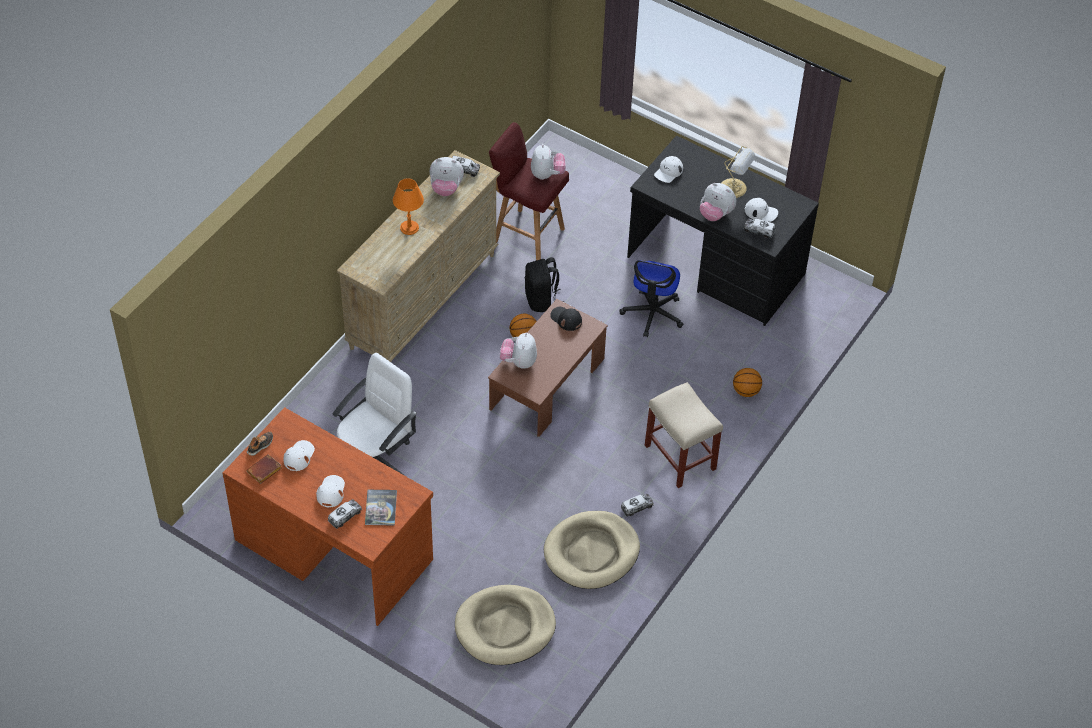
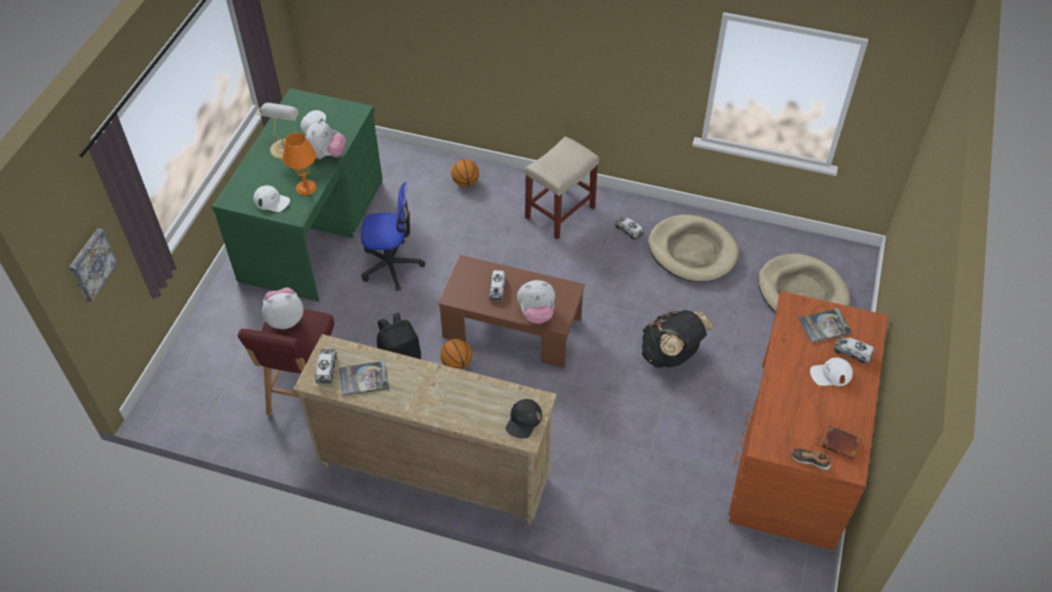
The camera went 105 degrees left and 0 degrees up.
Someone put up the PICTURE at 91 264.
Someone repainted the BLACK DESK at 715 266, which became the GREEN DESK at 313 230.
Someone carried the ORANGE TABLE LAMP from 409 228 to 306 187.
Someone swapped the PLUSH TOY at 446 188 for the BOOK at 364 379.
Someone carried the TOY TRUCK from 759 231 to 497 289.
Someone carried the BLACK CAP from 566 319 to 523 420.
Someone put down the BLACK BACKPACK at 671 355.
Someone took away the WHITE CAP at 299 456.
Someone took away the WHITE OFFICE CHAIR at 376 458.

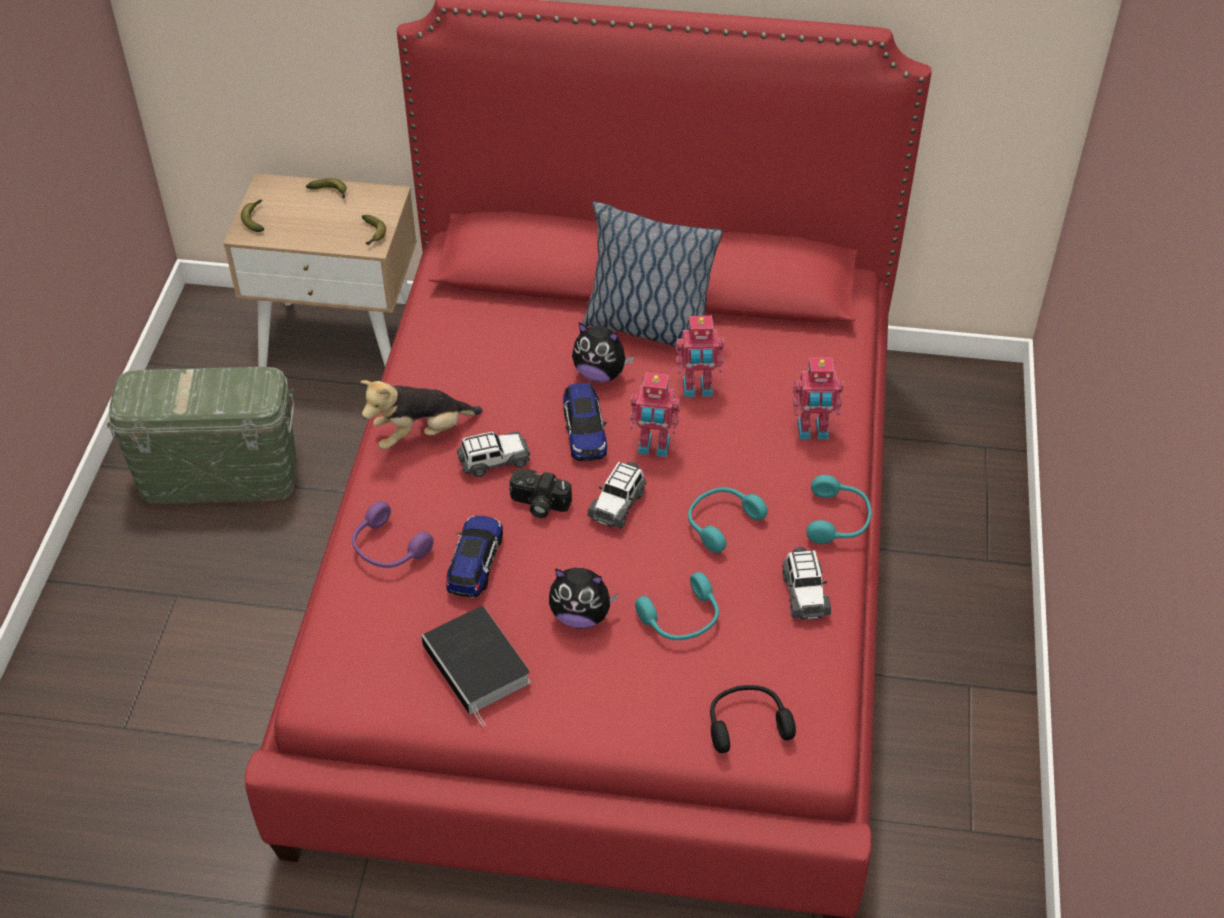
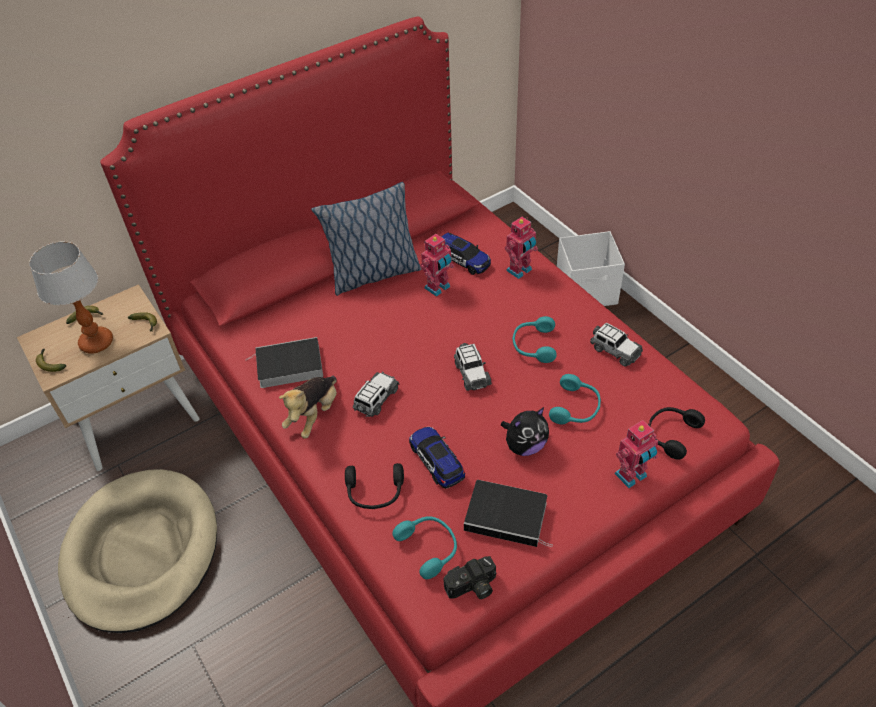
The camera went 40 degrees left and 0 degrees up.
Someone put down the TABLE LAMP at 96 342.
Someone swapped the GREEN STORAGE BOX at 219 477 for the BEIGE DOG BED at 142 552.
Someone put down the BOOK at 287 366.
Someone repainted the PURPLE HEADPHONES at 388 548, which became the BLACK HEADPHONES at 375 493.
Someone carried the TURQUOISE HEADPHONES from 838 519 to 429 548.
Someone carried the TOY CAR from 584 431 to 463 260.
Someone carried the PHOTO CAMERA from 538 504 to 472 588.
Someone put down the WHITE STORAGE BOX at 587 291.
Someone carried the TOY ROBOT from 653 447 to 632 476.
Someone took away the PLUSH TOY at 600 373.

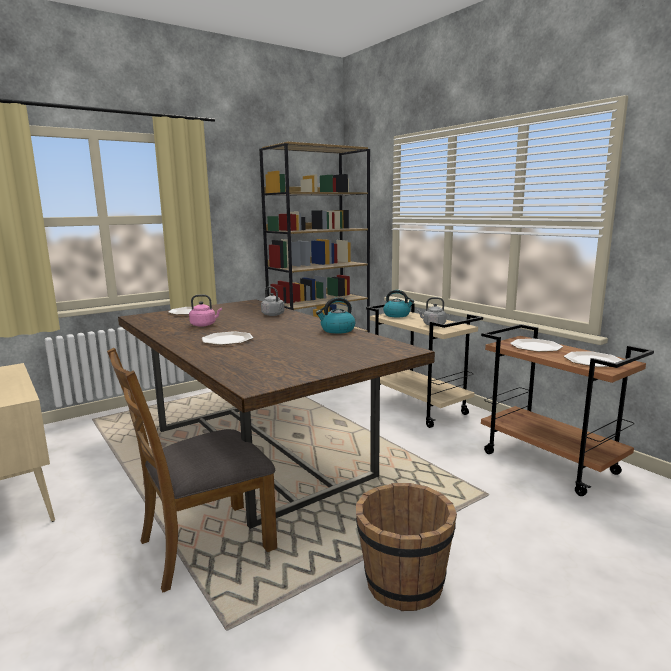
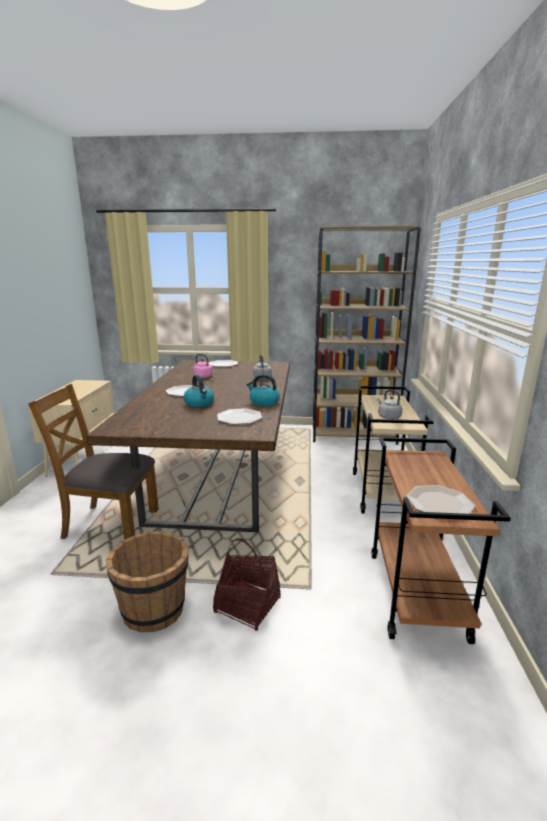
The camera went 40 degrees right and 5 degrees up.
Someone carried the KETTLE from 397 315 to 199 403.
Someone put down the BASKET at 247 606.
Someone carried the PLATE from 536 346 to 239 417.

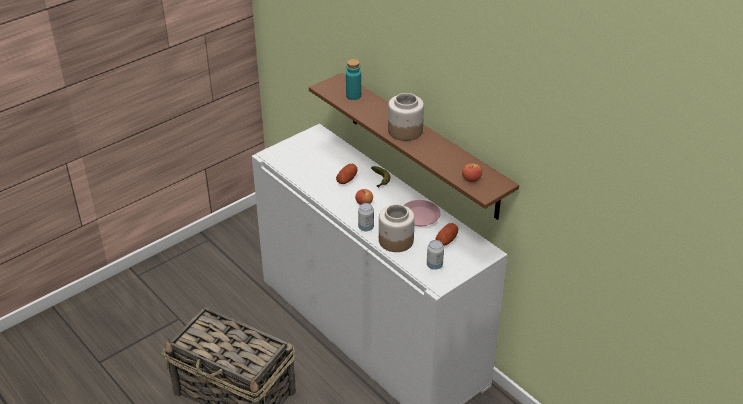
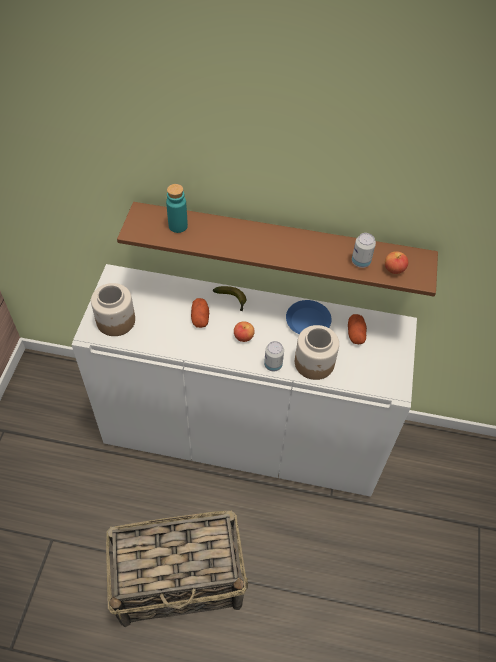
The camera went 40 degrees left and 15 degrees up.
Someone carried the JAR from 404 131 to 115 321.
Someone repainted the PINK PLATE at 420 216, which became the BLUE PLATE at 308 321.
Someone carried the CAN from 434 265 to 360 262.

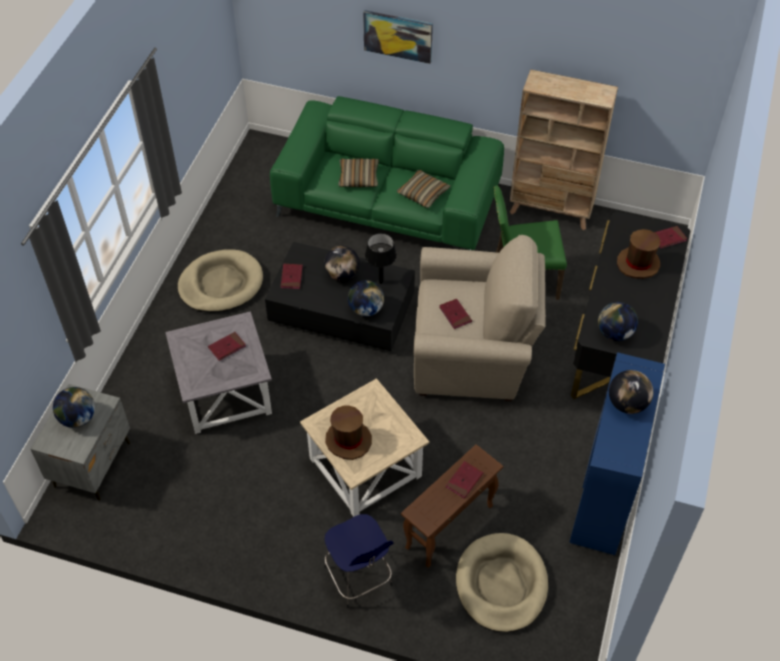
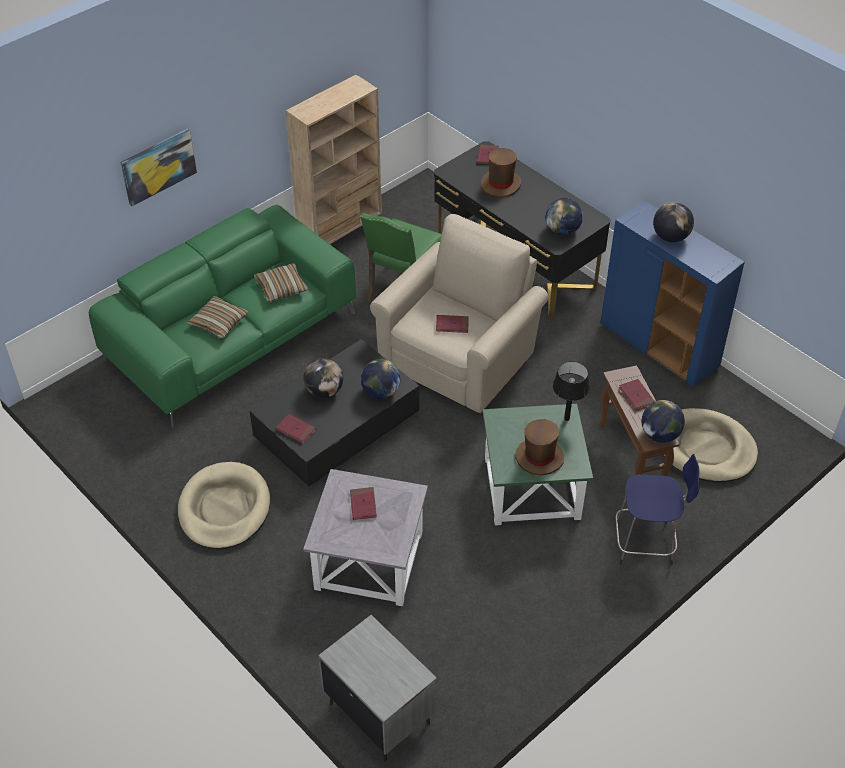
The camera went 60 degrees left and 5 degrees down.
Someone repainted the BEIGE SIDE TABLE at 365 466, which became the GREEN SIDE TABLE at 530 487.
Someone carried the BLACK TABLE LAMP from 381 282 to 566 418.
Someone carried the GLOBE from 78 418 to 660 435.

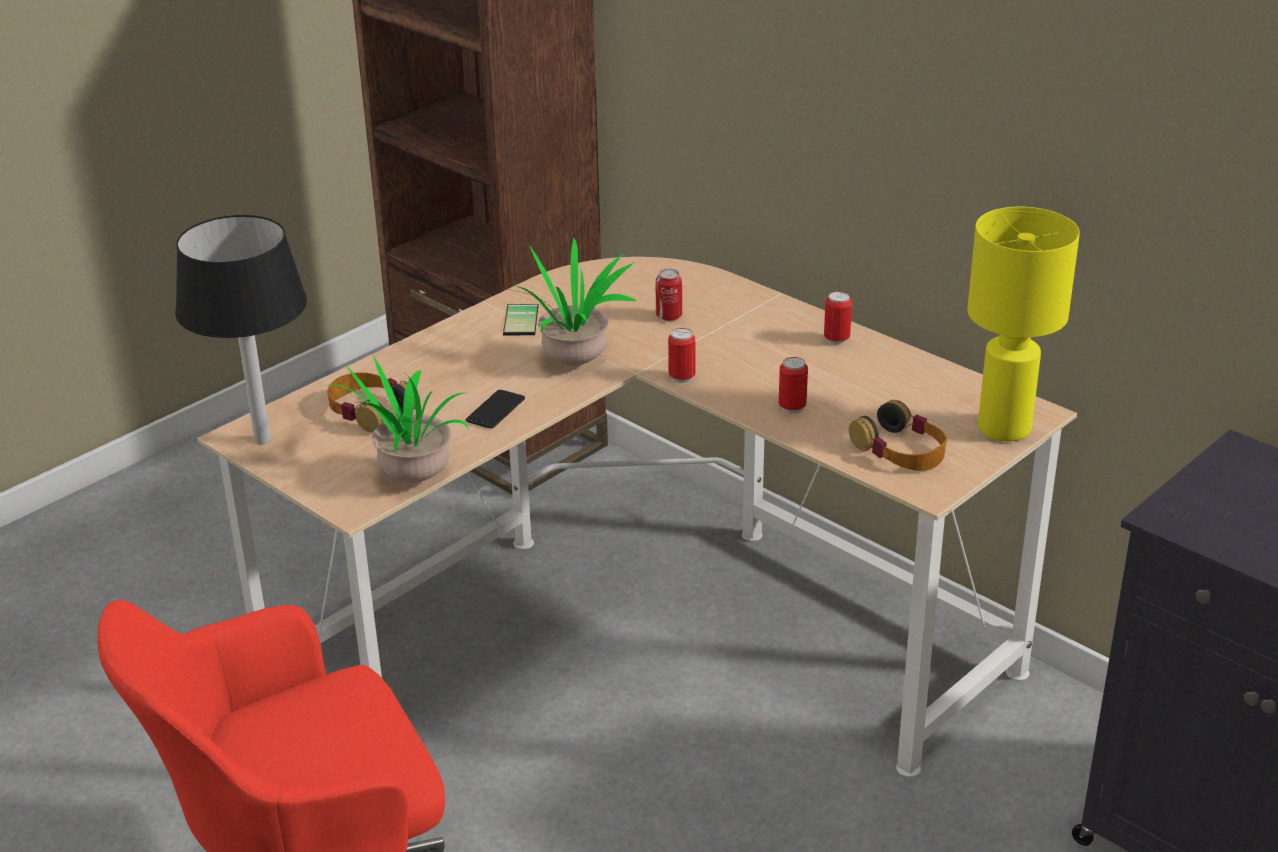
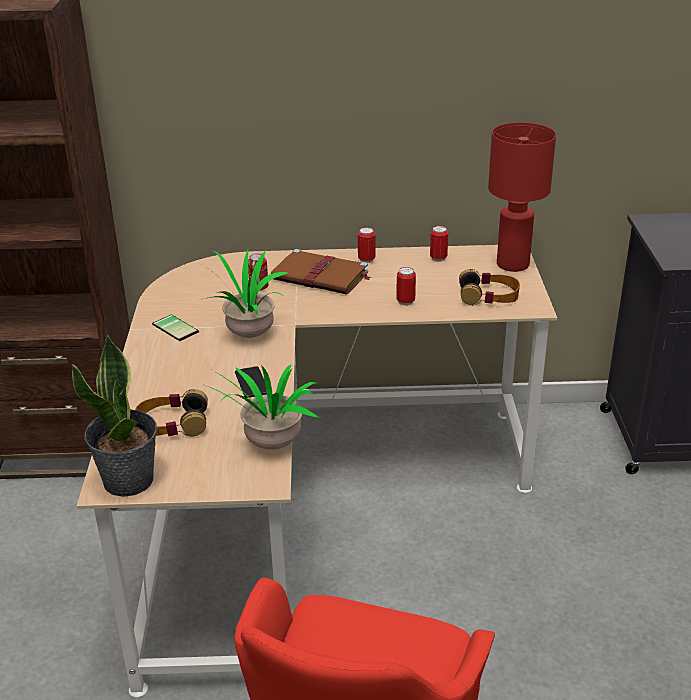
The camera went 45 degrees left and 0 degrees up.
Someone swapped the BLACK TABLE LAMP at 262 440 for the POTTED PLANT at 129 480.
Someone put down the BROWN BOOK at 321 276.
Someone carried the CAN from 681 377 to 438 258.
Someone repainted the YELLOW TABLE LAMP at 1004 428, which became the RED TABLE LAMP at 512 264.

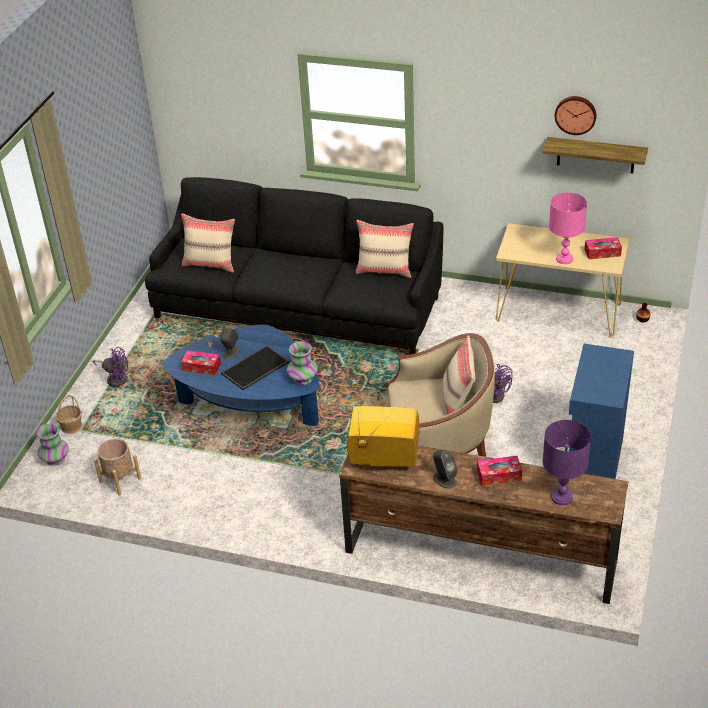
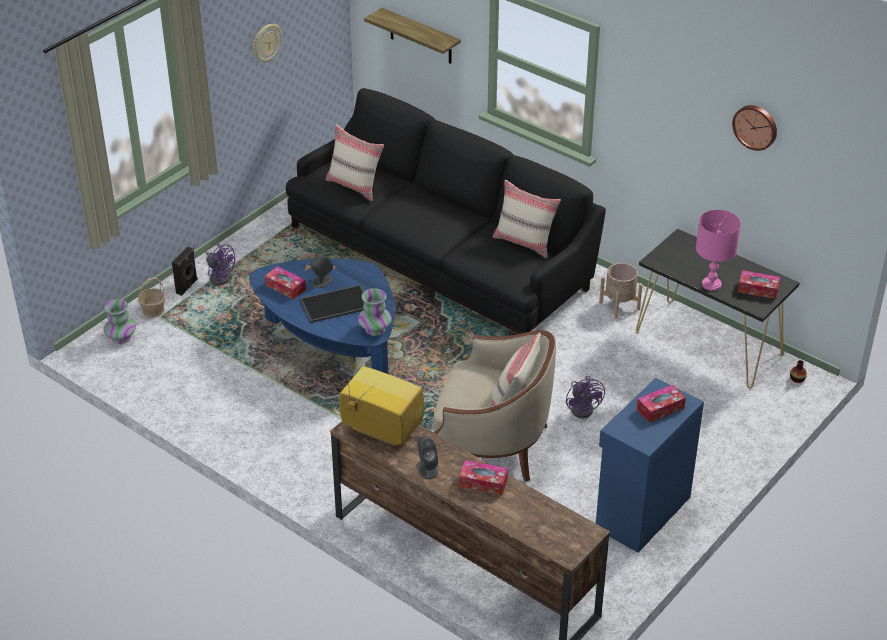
The camera went 20 degrees right and 0 degrees up.
Someone put down the BLACK SPEAKER at 187 287.
Someone put up the WALL CLOCK at 266 43.
Someone carried the SHELF from 596 155 to 420 37.
Someone carried the BEIGE PLANTER from 120 480 to 619 305.
Someone repainted the BEIGE CONSOLE TABLE at 559 312, which became the BLACK CONSOLE TABLE at 709 344.
Someone put down the TISSUE BOX at 660 408.
Someone took away the PURPLE TABLE LAMP at 562 497.

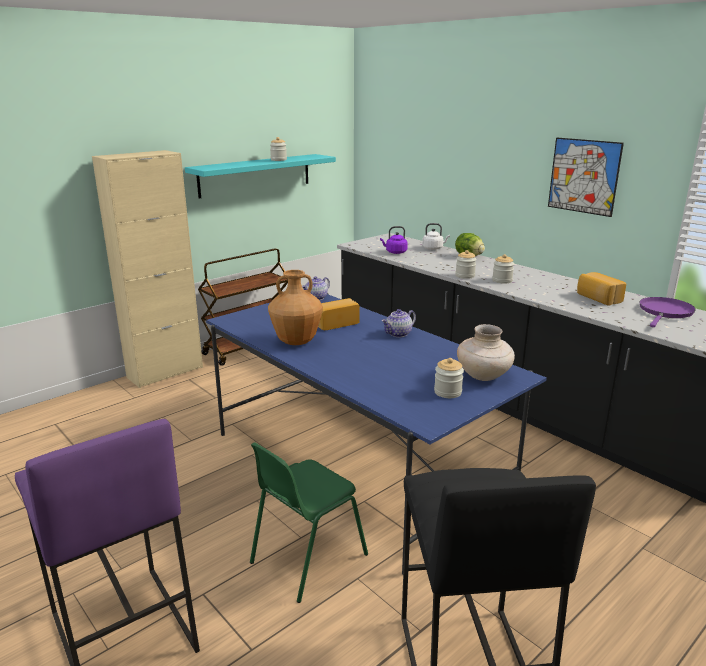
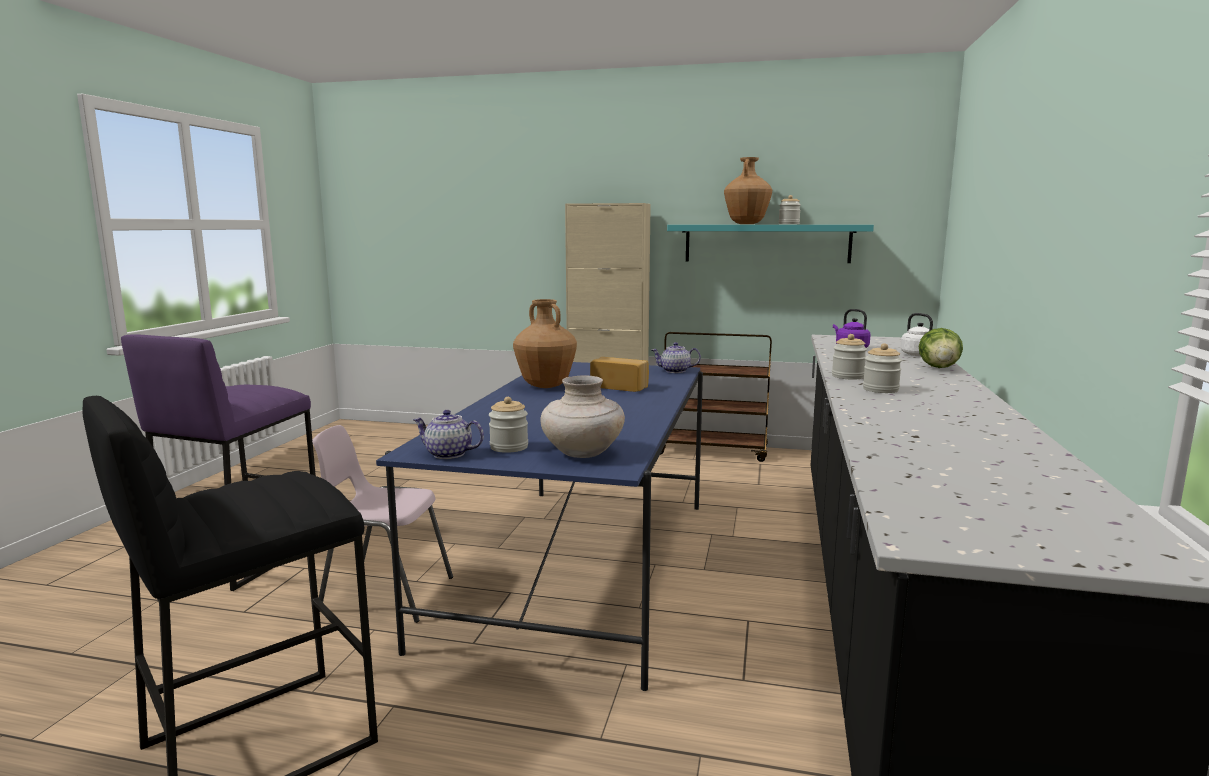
The camera went 55 degrees right and 10 degrees down.
Someone repainted the GREEN CHAIR at 306 558, which became the PINK CHAIR at 386 594.
Someone carried the TEAPOT from 398 334 to 448 454.
Someone put down the BROWN VASE at 746 224.
Someone took away the PICTURE at 584 176.
Someone took away the BREAD at 598 298.
Someone took away the PURPLE FRYING PAN at 665 312.

